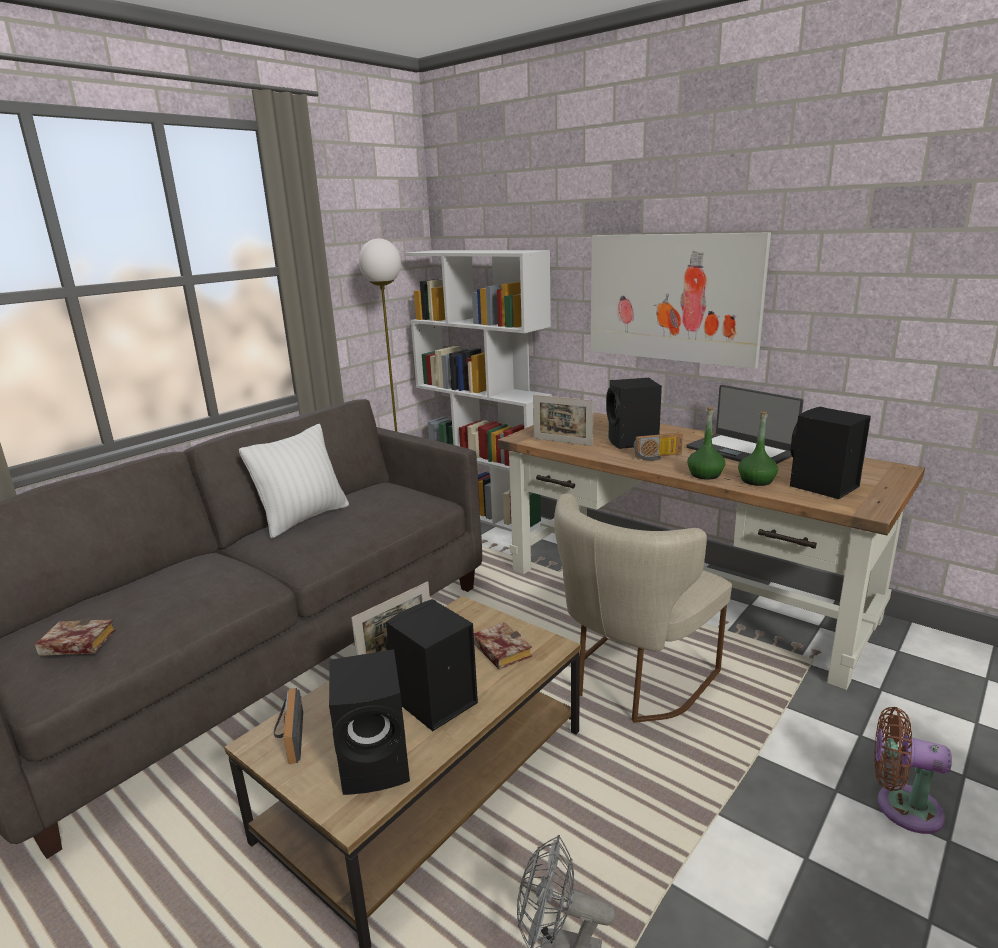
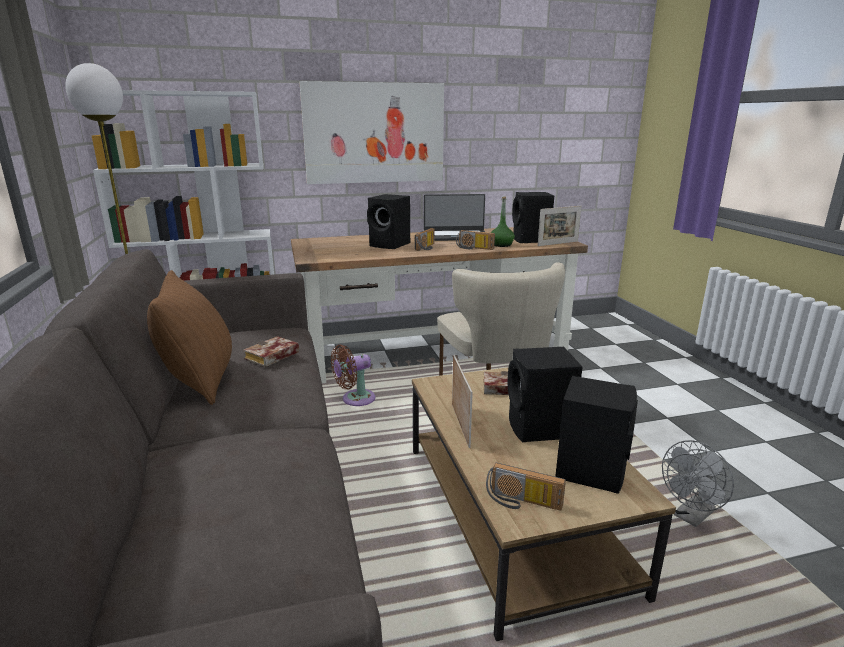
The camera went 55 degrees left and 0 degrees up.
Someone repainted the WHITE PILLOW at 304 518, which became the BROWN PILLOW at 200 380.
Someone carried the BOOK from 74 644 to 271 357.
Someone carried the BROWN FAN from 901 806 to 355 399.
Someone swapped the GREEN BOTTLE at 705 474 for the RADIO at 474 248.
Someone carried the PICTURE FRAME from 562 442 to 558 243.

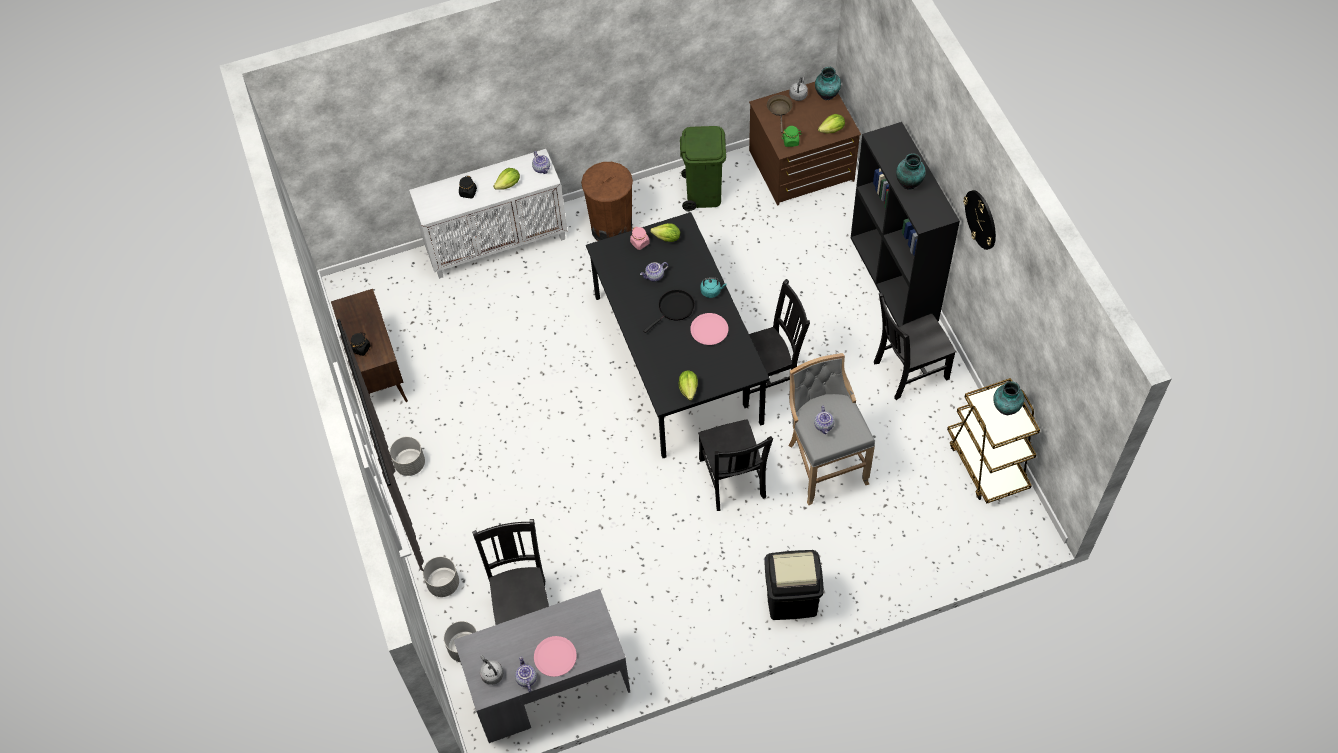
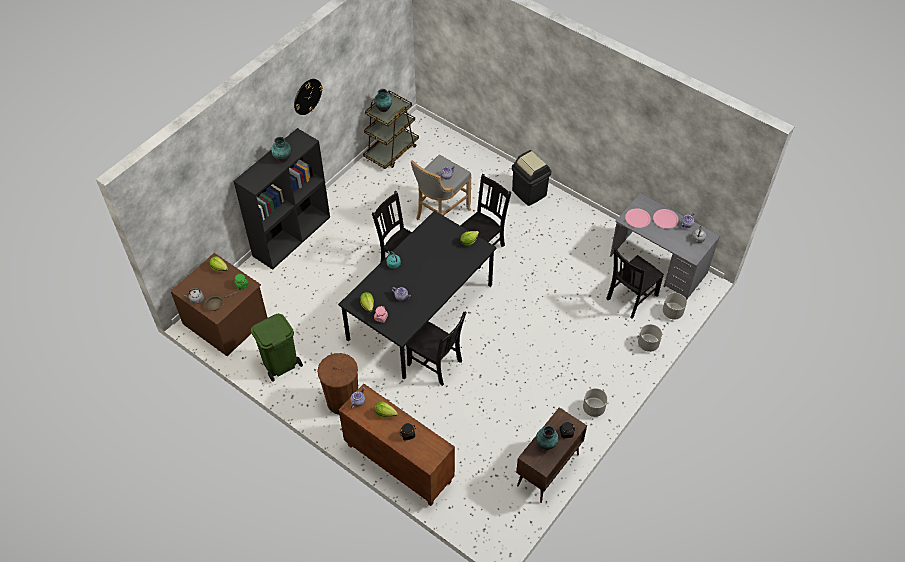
The camera went 125 degrees left and 5 degrees down.
Someone repainted the WHITE CABINET at 497 242, which became the BROWN CABINET at 398 463.
Someone carried the BLACK CHAIR from 908 371 to 436 364.
Someone carried the VASE from 826 95 to 546 444.
Someone carried the PINK PLATE from 709 329 to 637 218.
Someone took away the BLACK FRYING PAN at 674 309.

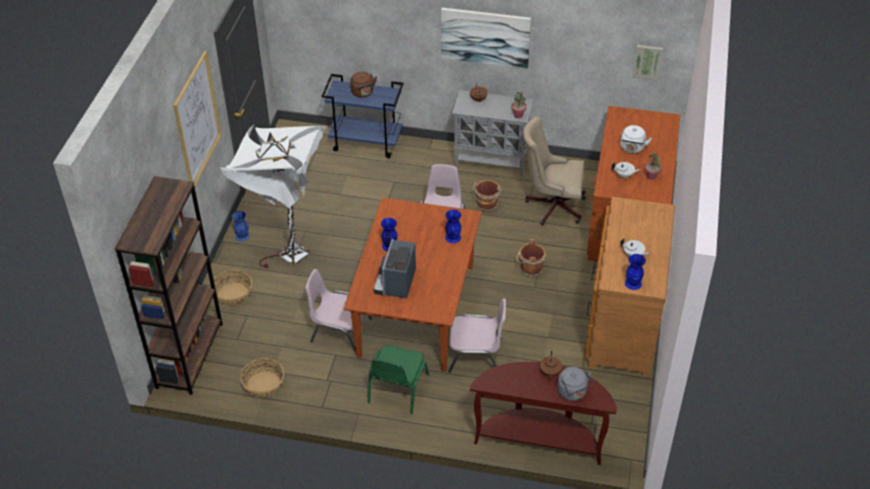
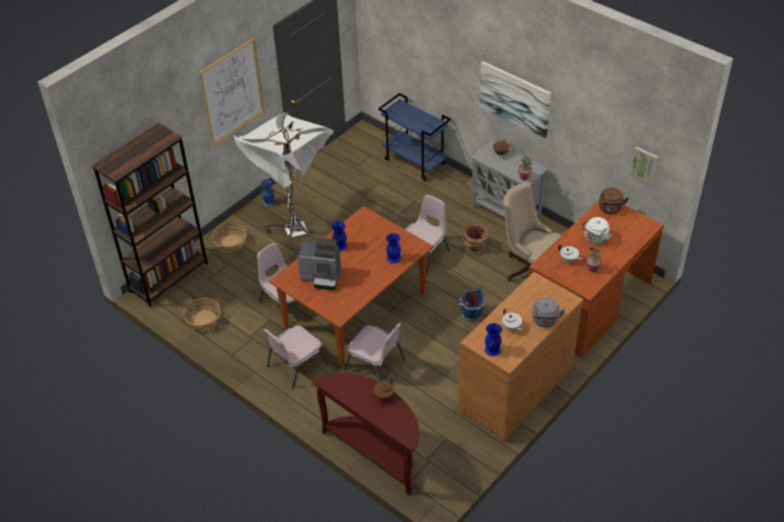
The camera went 30 degrees right and 0 degrees up.
Someone repainted the GREEN CHAIR at 397 389, which became the PINK CHAIR at 296 365.
Someone rotated the COFFEE MACHINE at 396 283 by 120 degrees counterclockwise.
Someone repainted the BROWN BUCKET at 529 269, which became the BLUE BUCKET at 471 313.
Someone carried the GREY KETTLE from 573 393 to 545 321.
Someone carried the BROWN KETTLE from 363 93 to 610 209.

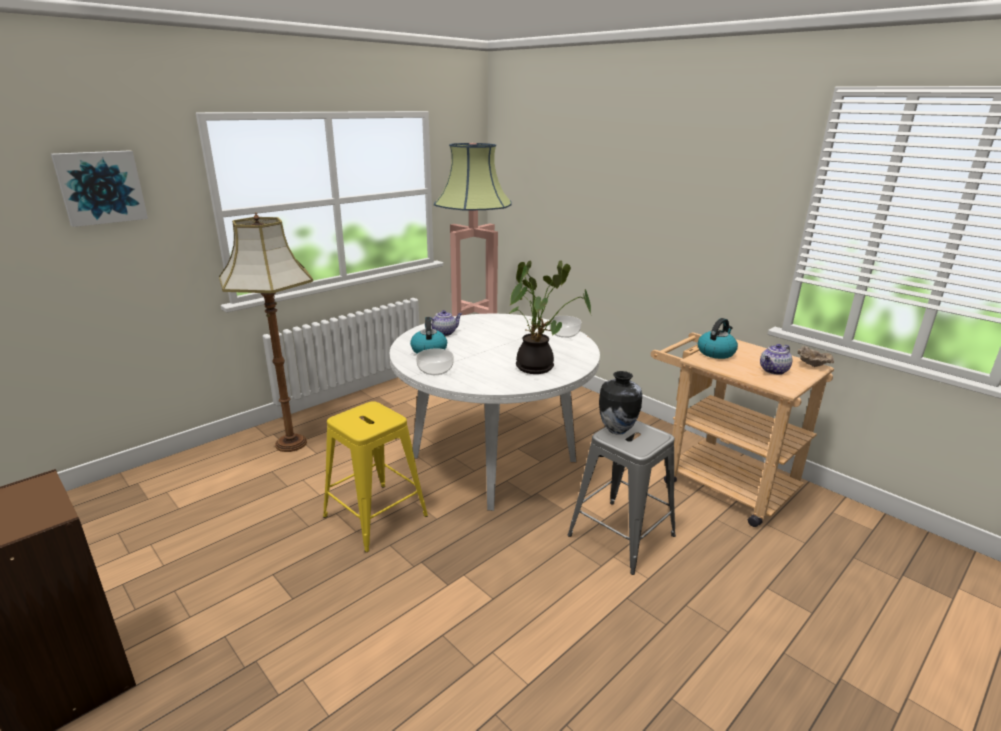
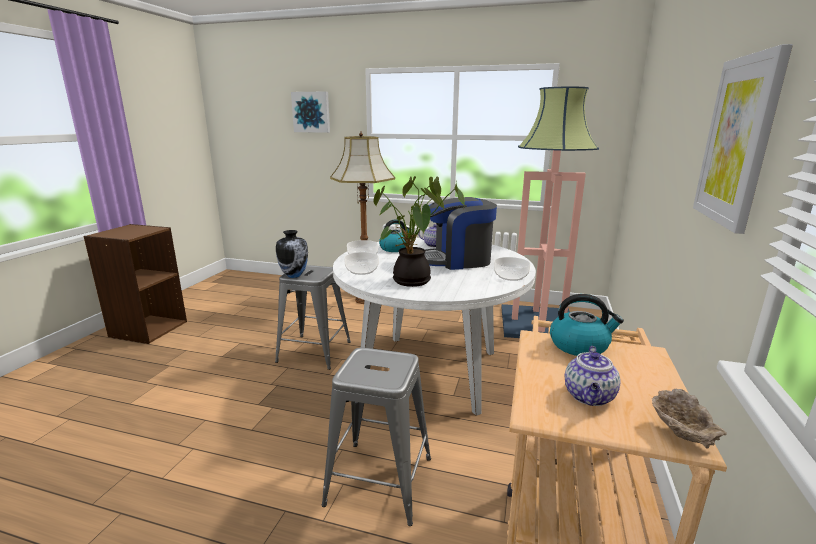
The camera went 60 degrees right and 5 degrees down.
Someone repainted the YELLOW STOOL at 376 516, which became the GREY STOOL at 314 352.
Someone carried the VASE from 616 430 to 294 275.
Someone put down the BOWL at 361 270.
Someone put down the COFFEE MACHINE at 457 260.
Someone rotated the TEAPOT at 773 371 by 90 degrees counterclockwise.
Someone put up the PICTURE at 737 141.

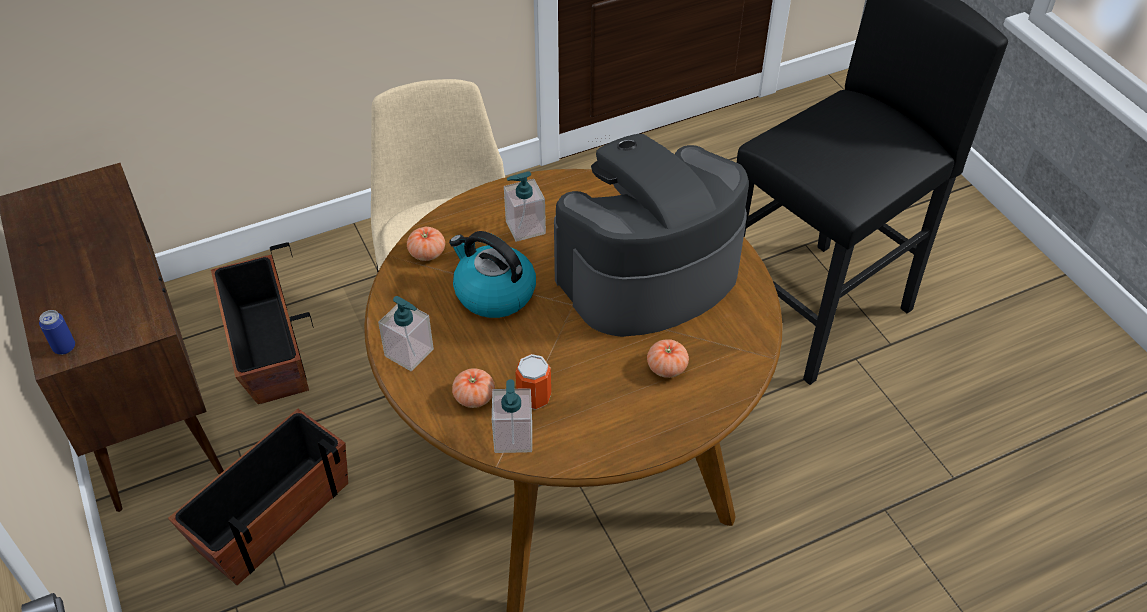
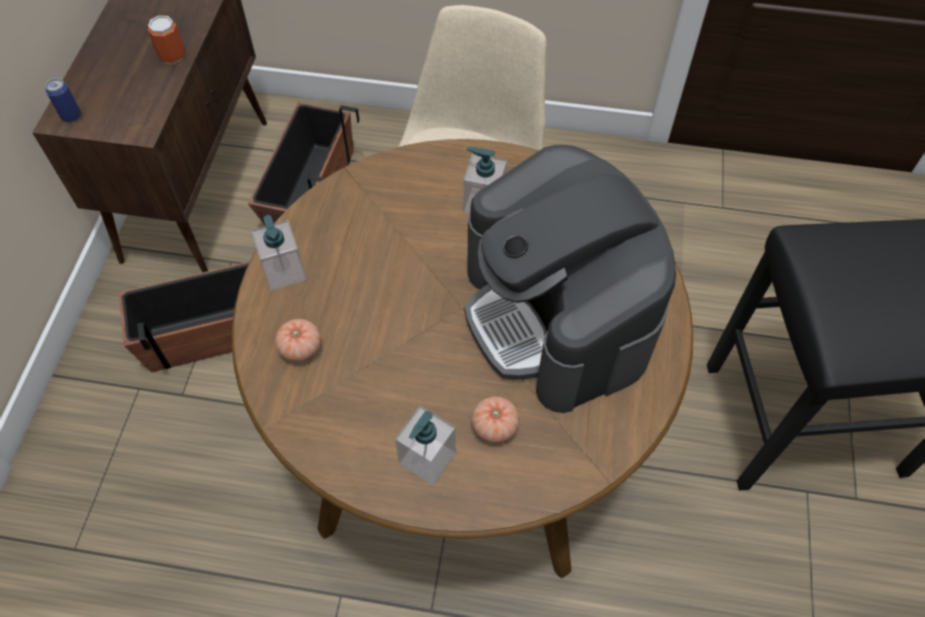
The camera went 35 degrees right and 10 degrees up.
Someone carried the CAN from 534 397 to 172 55.
Someone carried the SOAP DISPENSER from 513 437 to 427 458.
Someone rotated the COFFEE MACHINE at 647 275 by 120 degrees counterclockwise.
Someone took away the TOMATO at 427 253.
Someone took away the KETTLE at 493 293.

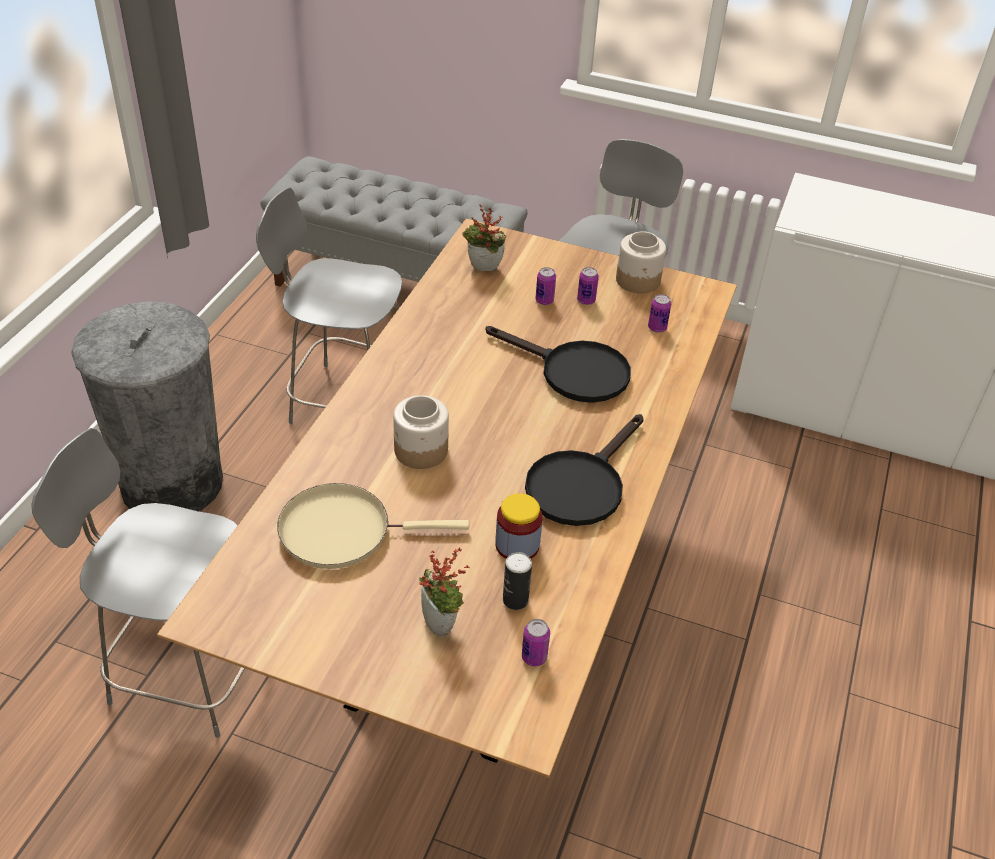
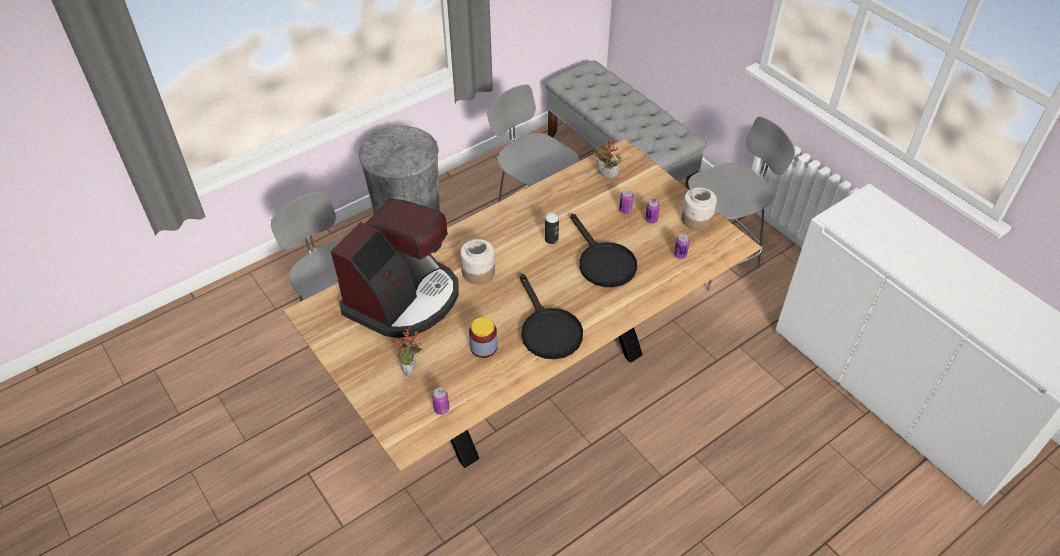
The camera went 35 degrees right and 5 degrees up.
Someone swapped the BEIGE FRYING PAN at 343 531 for the COFFEE MACHINE at 404 298.
Someone rotated the BLACK FRYING PAN at 580 484 by 90 degrees counterclockwise.
Someone carried the CAN from 515 600 to 551 239.

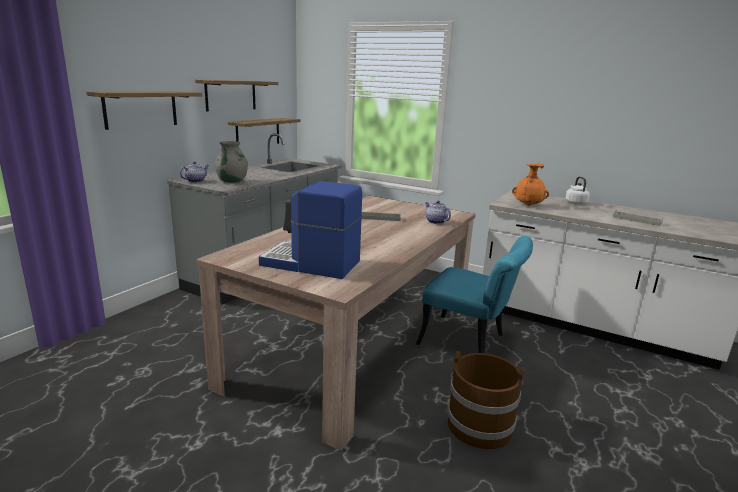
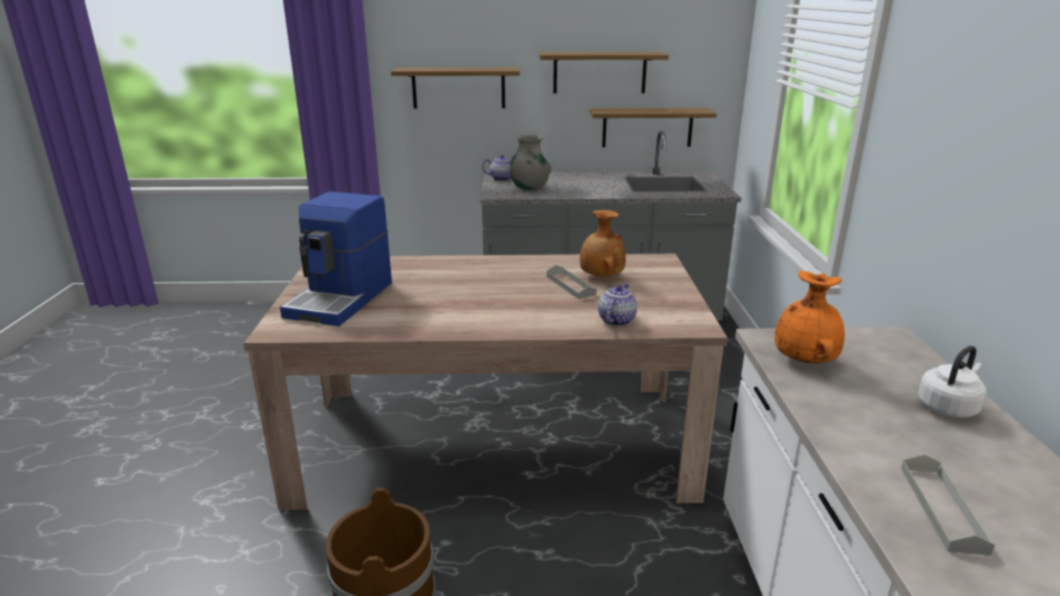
The camera went 60 degrees right and 5 degrees up.
Someone rotated the COFFEE MACHINE at 311 264 by 150 degrees counterclockwise.
Someone put down the BROWN VASE at 600 277.
Someone took away the TURQUOISE CHAIR at 470 342.

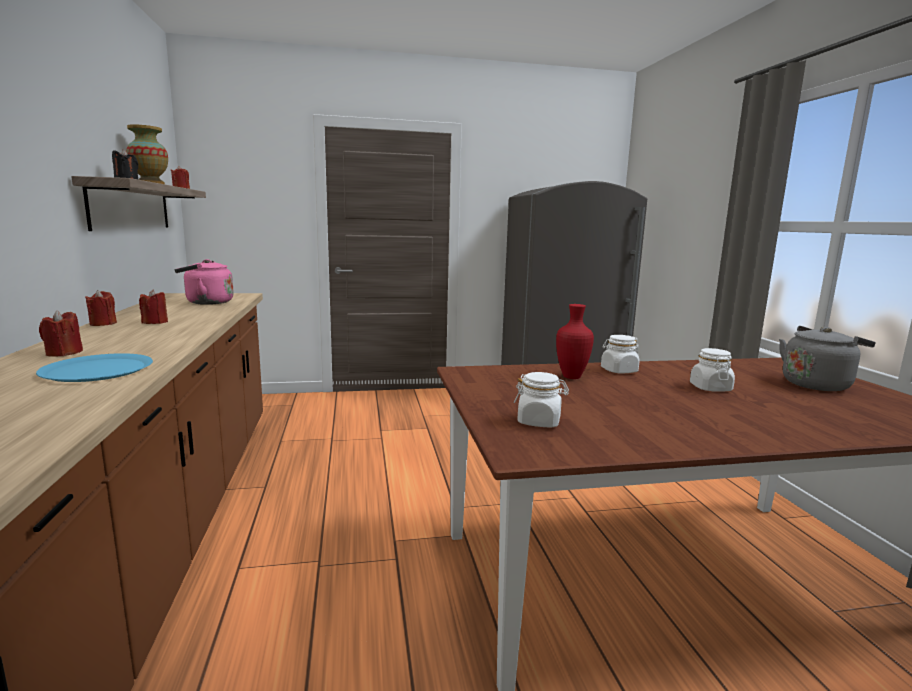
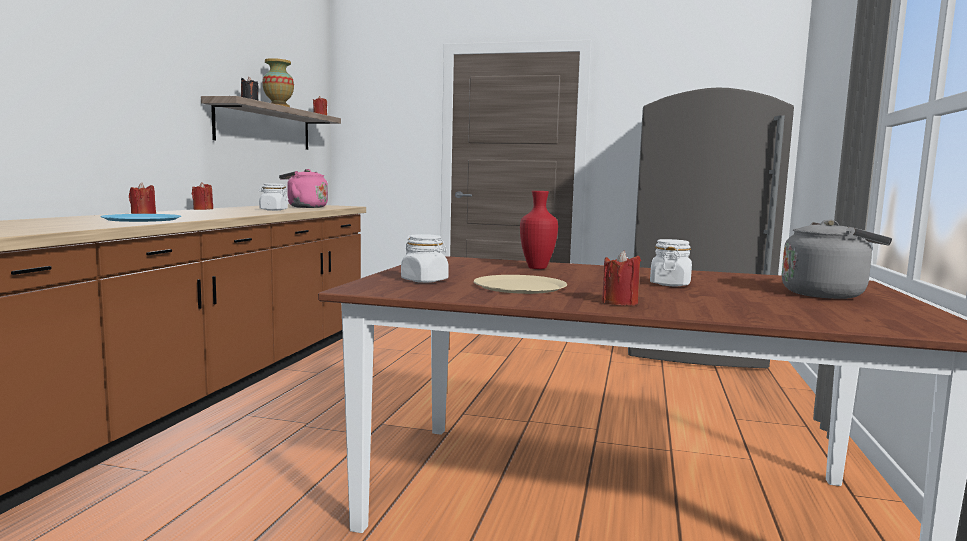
The camera went 25 degrees right and 5 degrees down.
Someone carried the WHITE JAR from 618 371 to 273 210.
Someone put down the BEIGE PLATE at 519 286.
Someone carried the RED CANDLE from 155 322 to 619 303.

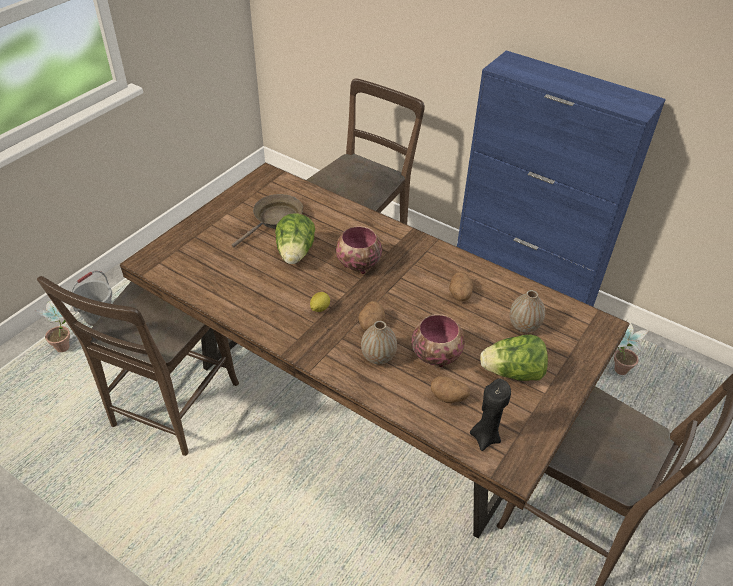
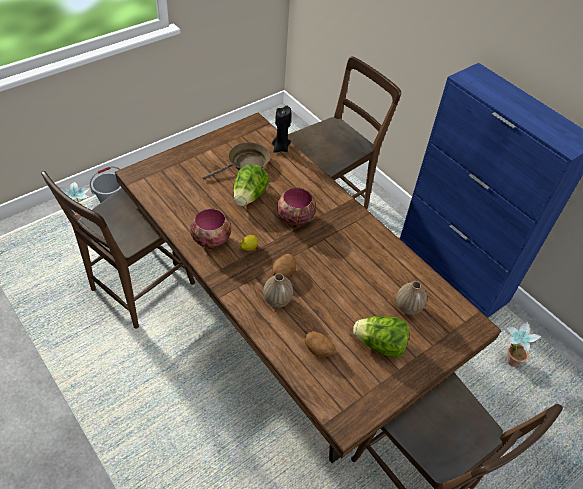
The camera went 15 degrees right and 5 degrees up.
Someone carried the BOWL from 436 354 to 212 239.
Someone carried the BLACK CANDLE from 485 437 to 280 148.
Someone took away the POTATO at 460 295.

